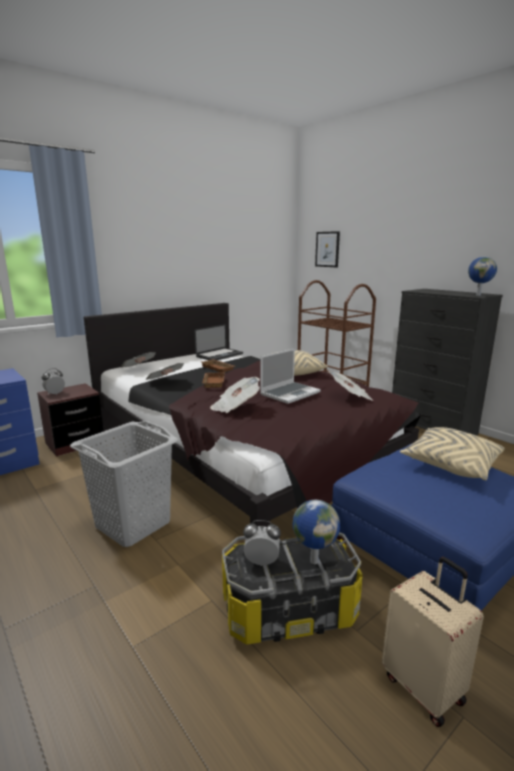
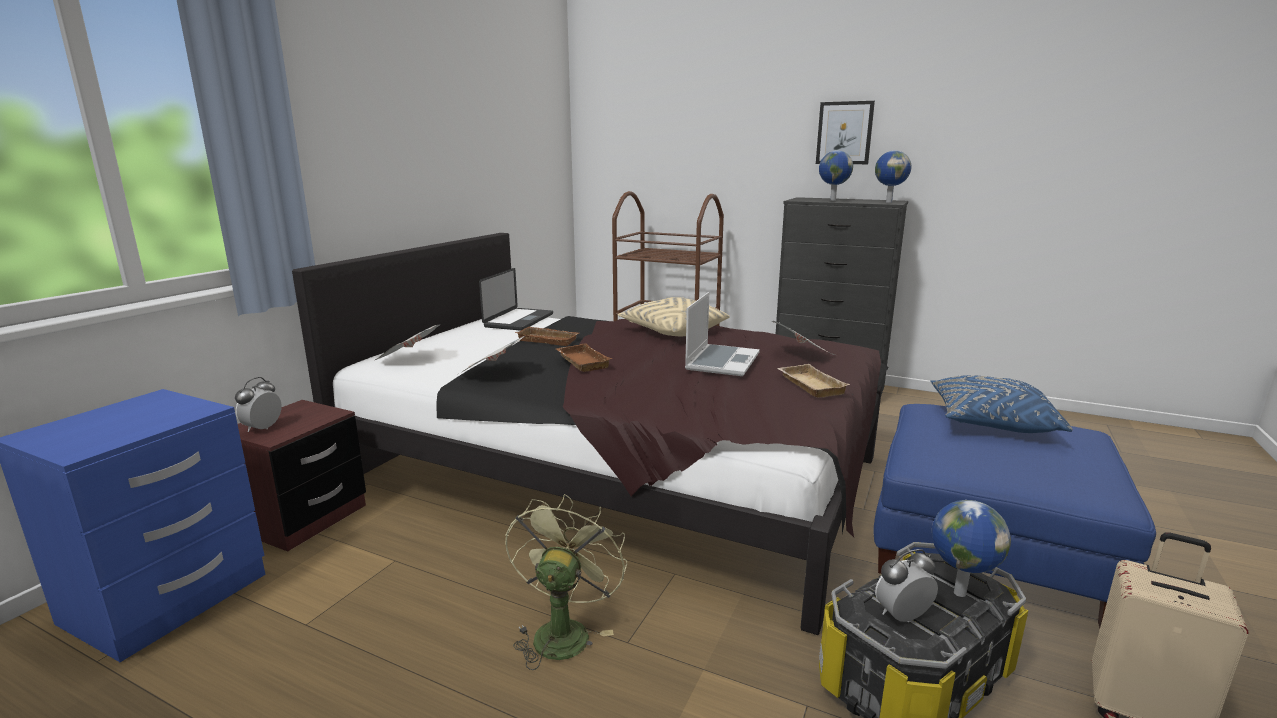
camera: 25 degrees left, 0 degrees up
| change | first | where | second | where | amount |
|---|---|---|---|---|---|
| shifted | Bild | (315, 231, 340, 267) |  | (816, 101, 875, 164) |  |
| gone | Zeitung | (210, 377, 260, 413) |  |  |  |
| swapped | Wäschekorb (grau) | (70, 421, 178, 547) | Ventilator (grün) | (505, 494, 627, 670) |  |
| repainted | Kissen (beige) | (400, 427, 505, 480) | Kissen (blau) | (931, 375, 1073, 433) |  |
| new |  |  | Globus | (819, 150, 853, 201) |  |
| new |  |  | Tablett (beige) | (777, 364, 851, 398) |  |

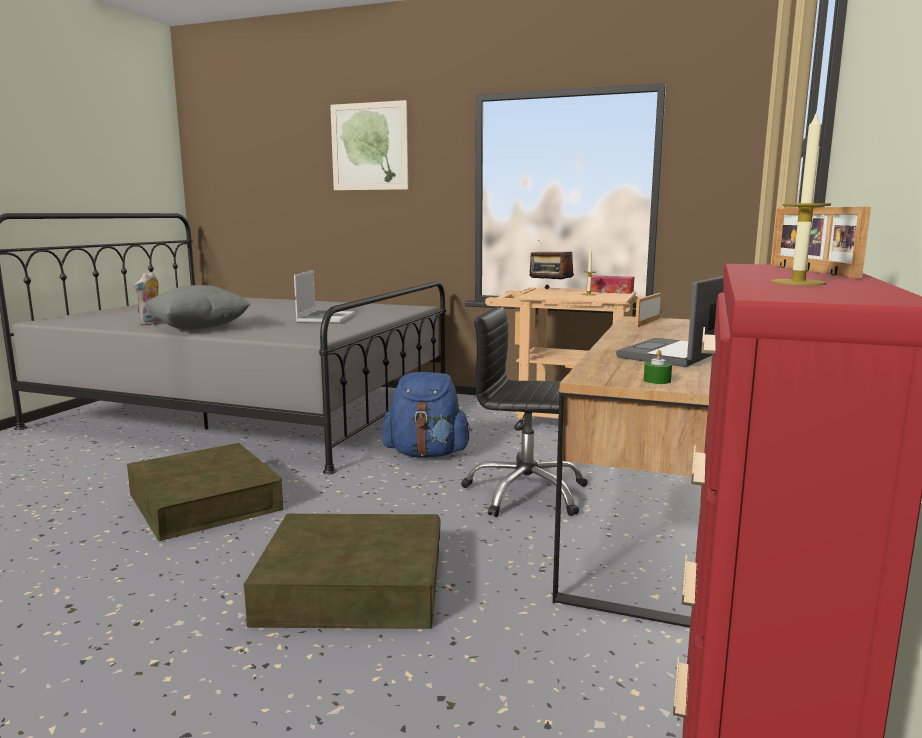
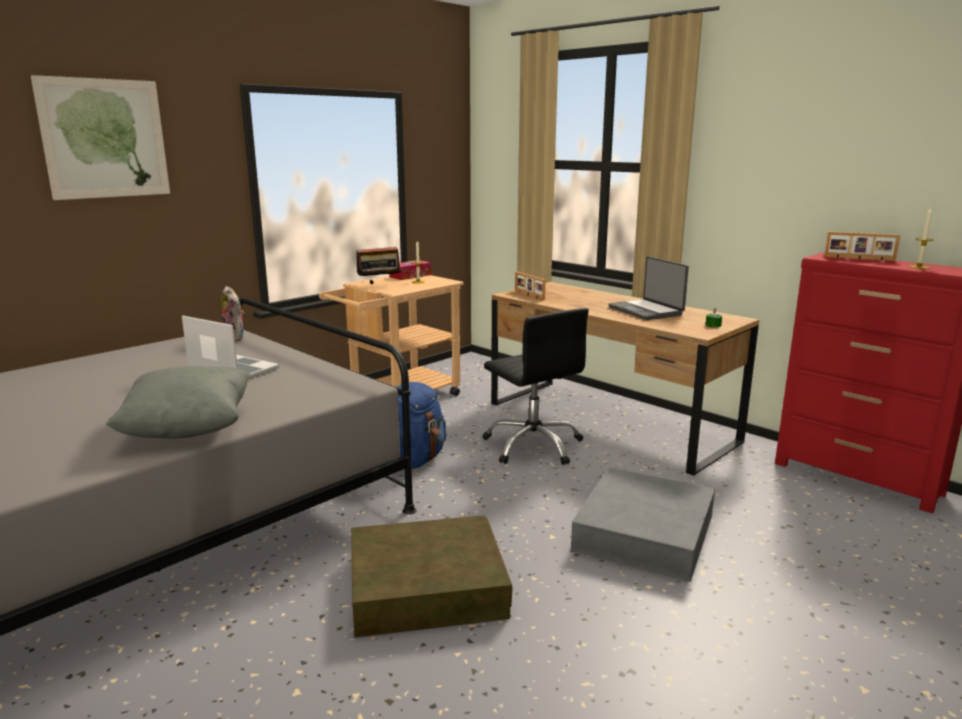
camera: 65 degrees left, 5 degrees up
| change | first | where | second | where | amount |
|---|---|---|---|---|---|
| shifted | Plüschtier | (134, 272, 164, 326) |  | (222, 286, 244, 342) |  |
| rotated | Bürostuhl (schwarz) | (461, 306, 588, 517) |  | (483, 308, 589, 465) | 75 degrees counterclockwise |
| repainted | Aufbewahrungsbox (braun) | (243, 514, 441, 629) | Aufbewahrungsbox (grau) | (571, 468, 715, 582) |  |

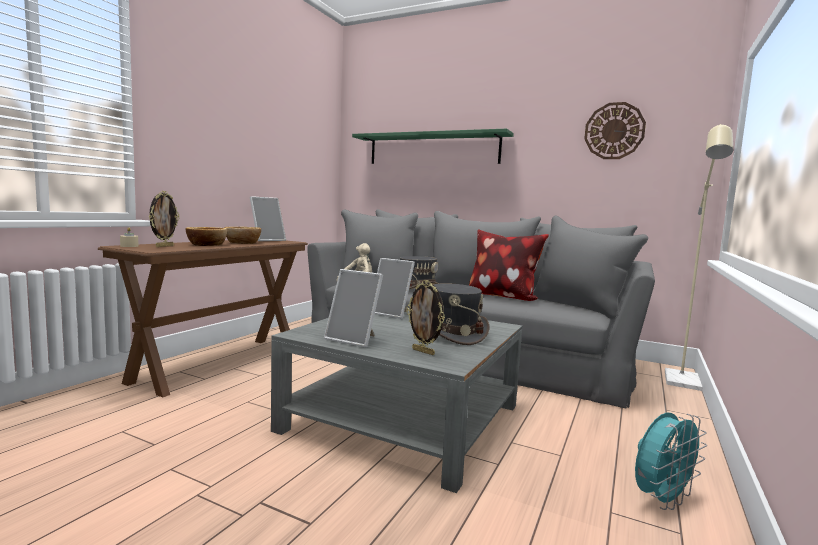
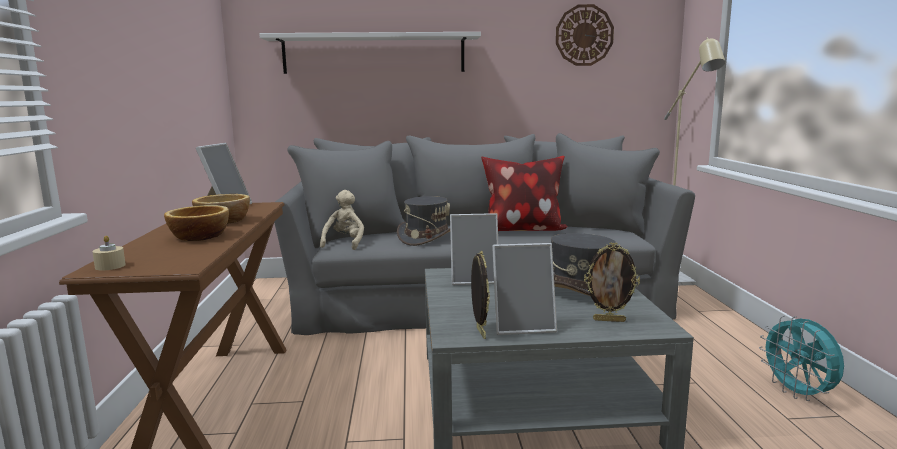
camera: 30 degrees left, 5 degrees up
| change | first | where | second | where | amount |
|---|---|---|---|---|---|
| repainted | Wandregal (grün) | (352, 129, 514, 164) | Wandregal (weiß) | (259, 32, 481, 74) |  |
| shifted | Bilderrahmen | (149, 191, 180, 247) |  | (471, 250, 490, 339) |  |
| rotated | Ventilator (türkis) | (635, 412, 707, 510) |  | (759, 316, 844, 401) | 135 degrees clockwise |

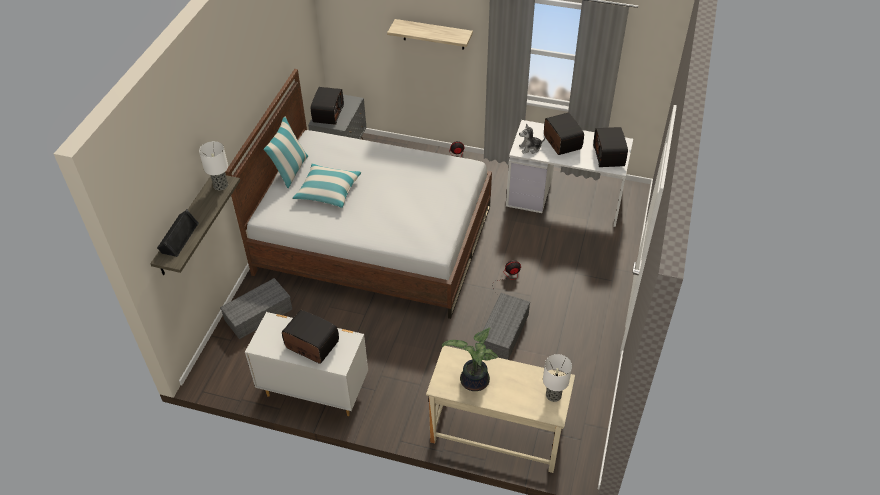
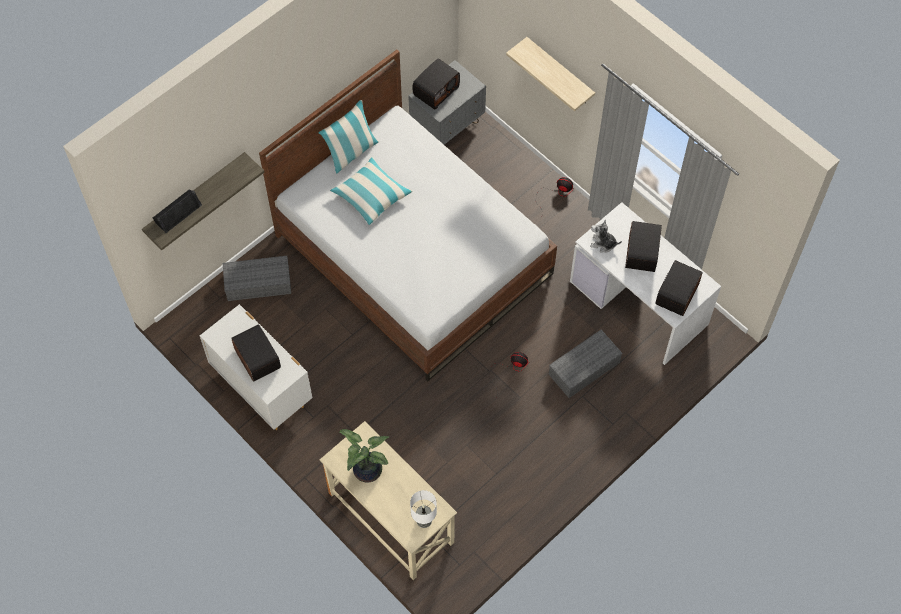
camera: 30 degrees right, 15 degrees up
| change | first | where | second | where | amount |
|---|---|---|---|---|---|
| gone | Tischlampe | (199, 141, 228, 190) |  |  |  |
| shifted | Aufbewahrungsbox (grau) | (479, 293, 530, 360) |  | (549, 330, 622, 398) |  |

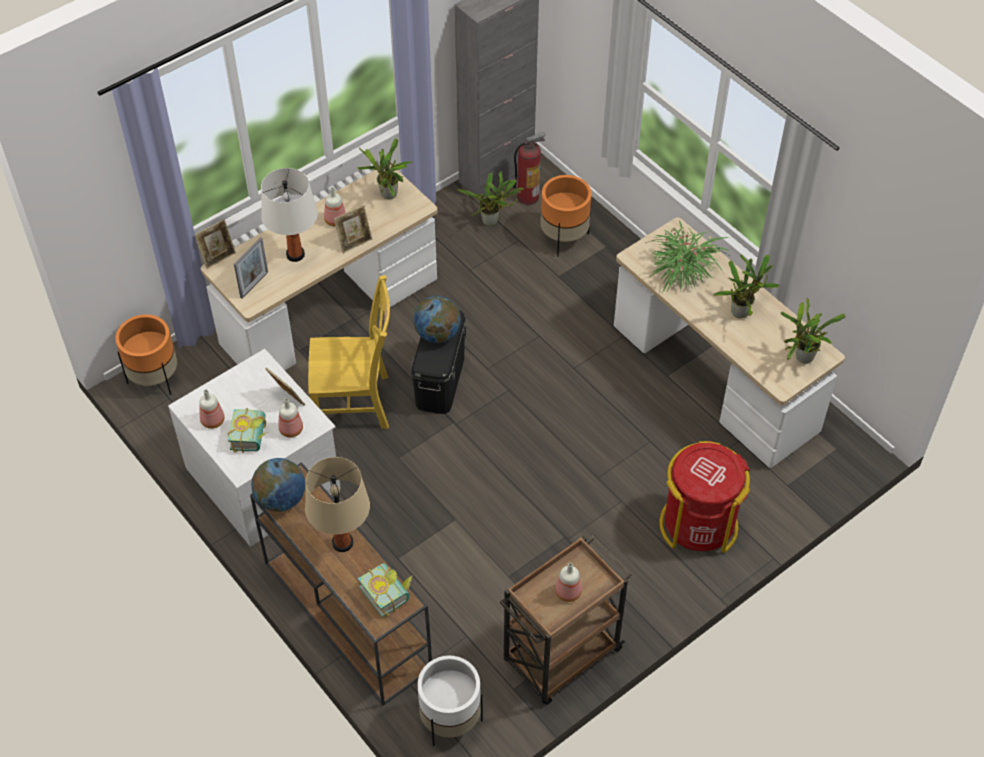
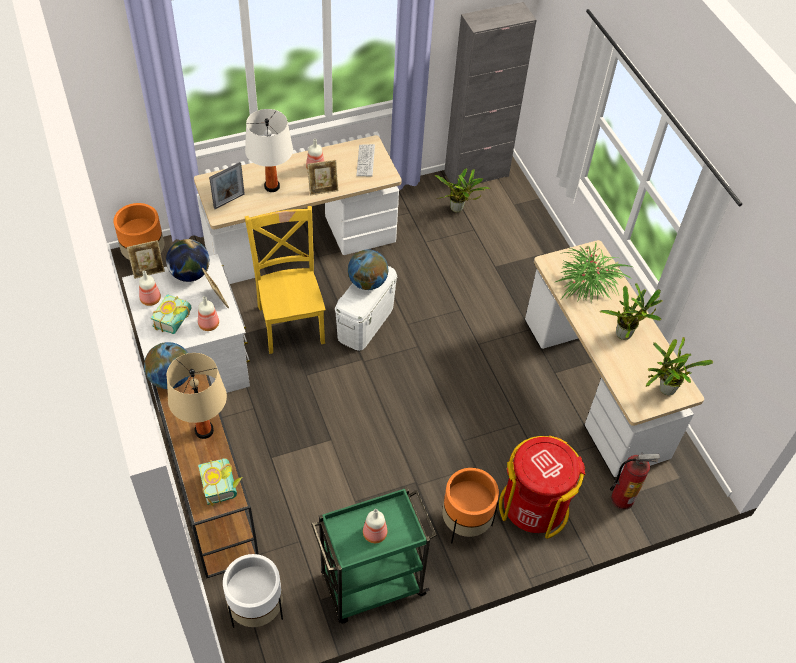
camera: 15 degrees right, 0 degrees up
| change | first | where | second | where | amount |
|---|---|---|---|---|---|
| shifted | Feuerlöscher | (513, 132, 545, 205) |  | (610, 452, 660, 510) |  |
| swapped | Topfpflanze | (358, 138, 412, 199) | Tastatur | (356, 144, 375, 176) |  |
| shifted | Pflanzkübel (orange) | (540, 175, 591, 257) |  | (442, 468, 499, 543) |  |
| shifted | Bilderrahmen | (194, 219, 236, 269) |  | (127, 240, 165, 279) |  |
| rotated | Stuhl (gelb) | (308, 275, 390, 429) |  | (245, 206, 326, 354) | 120 degrees counterclockwise |
| repainted | Aufbewahrungsbox (schwarz) | (411, 310, 466, 414) | Aufbewahrungsbox (weiß) | (335, 266, 398, 351) |  |
| repainted | Rollwagen (braun) | (499, 535, 632, 705) | Rollwagen (grün) | (311, 487, 437, 623) |  |
| new |  |  | Globus | (166, 239, 210, 282) |  |

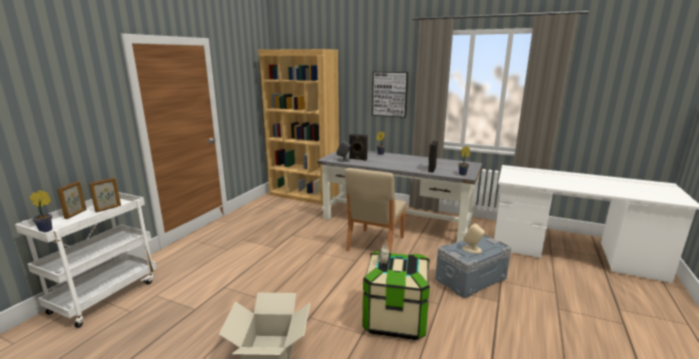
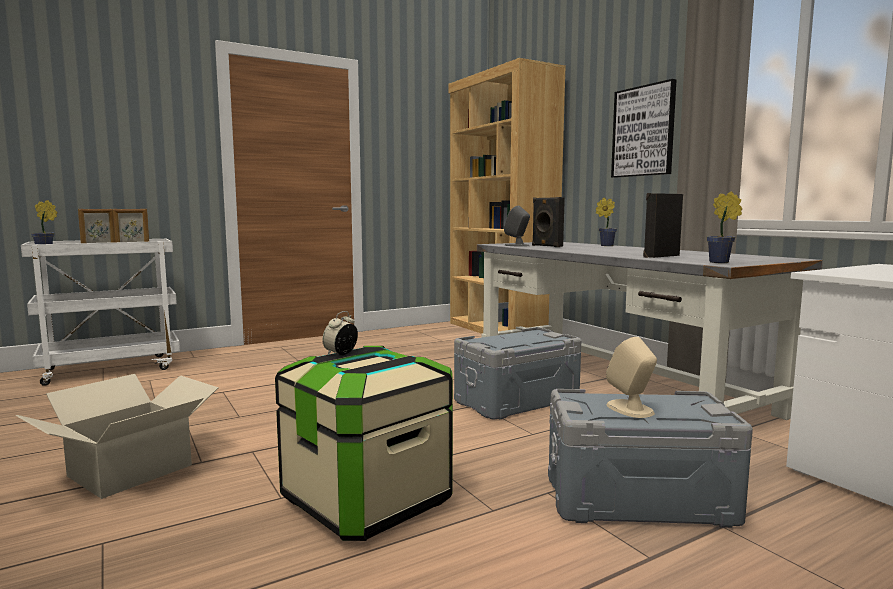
camera: 35 degrees right, 10 degrees down
| change | first | where | second | where | amount |
|---|---|---|---|---|---|
| swapped | Stuhl (beige) | (345, 168, 406, 253) | Aufbewahrungsbox (grau) | (454, 327, 581, 420) |  |

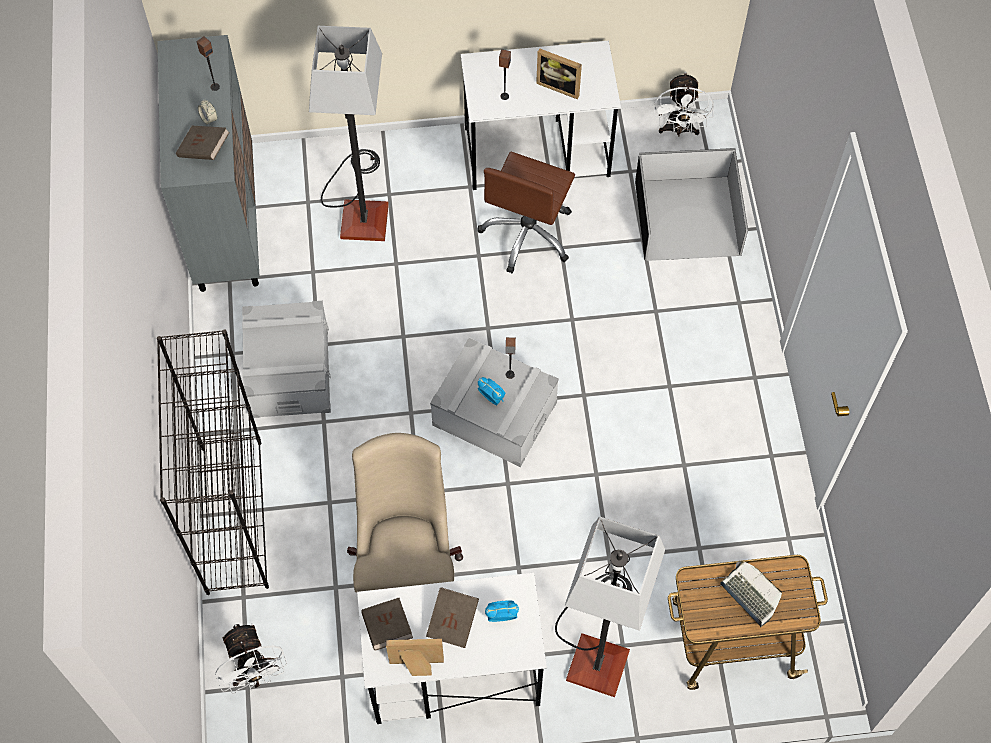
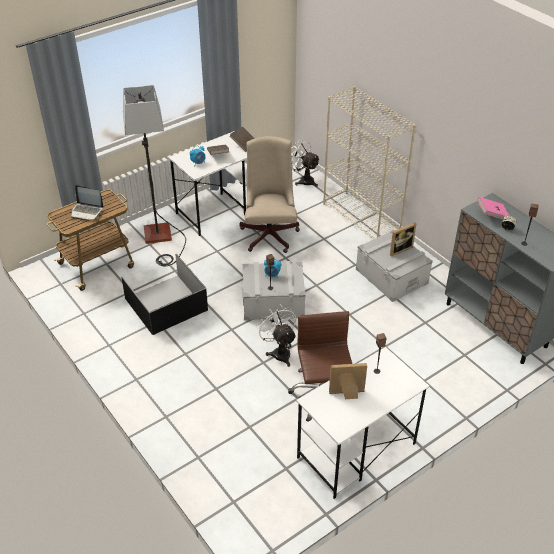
camera: 150 degrees right, 20 degrees down
| change | first | where | second | where | amount |
|---|---|---|---|---|---|
| gone | Stehlampe | (309, 26, 389, 241) |  |  |  |
| shifted | Ventilator (weiß) | (654, 72, 714, 137) |  | (257, 305, 296, 367) |  |
| repainted | Buch (braun) | (176, 126, 230, 160) | Buch (rosa) | (477, 197, 509, 219) |  |
| shifted | Aufbewahrungsbox (schwarz) | (635, 148, 748, 261) |  | (121, 254, 208, 335) |  |
| repainted | Bücherregal (schwarz) | (157, 330, 269, 595) | Bücherregal (beige) | (323, 86, 416, 239) |  |
| rotated | Bürostuhl (beige) | (347, 433, 463, 593) |  | (240, 136, 300, 253) | 150 degrees counterclockwise |
| shifted | Bilderrahmen | (386, 639, 444, 676) |  | (390, 222, 416, 257) |  |

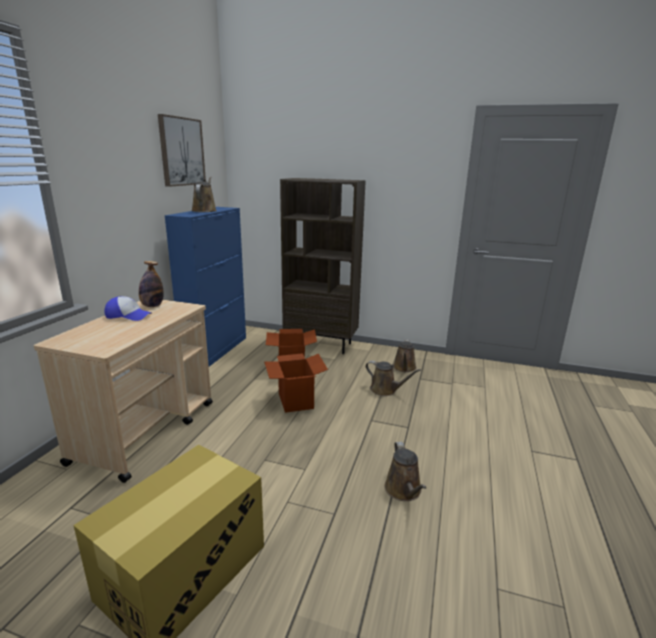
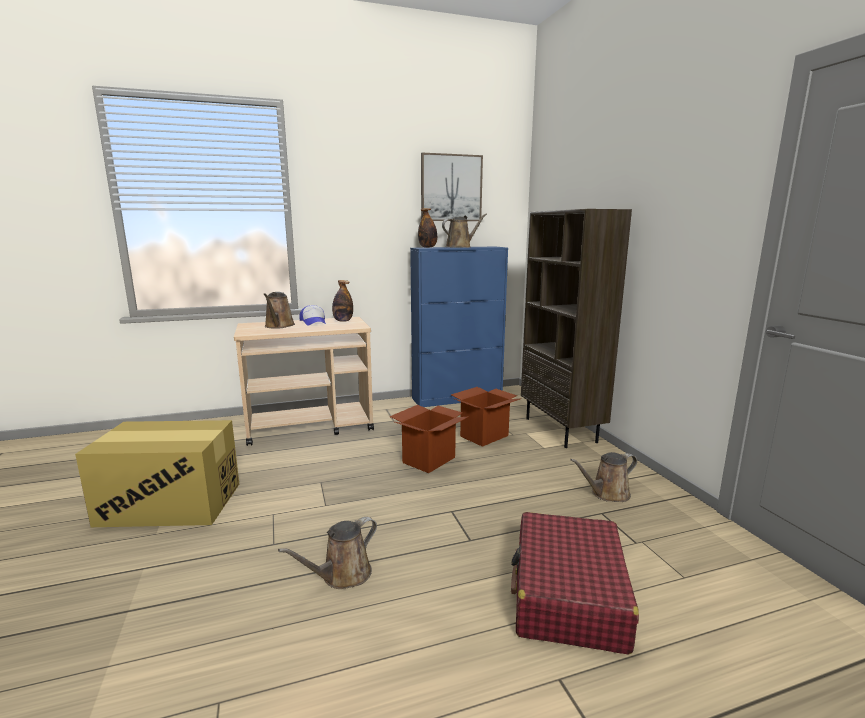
camera: 55 degrees right, 5 degrees down
| change | first | where | second | where | amount |
|---|---|---|---|---|---|
| shifted | Gießkanne (braun) | (366, 361, 421, 396) |  | (264, 292, 295, 329) |  |
| new |  |  | Flasche | (418, 208, 437, 248) |  |
| new |  |  | Koffer (rot) | (511, 512, 639, 654) |  |

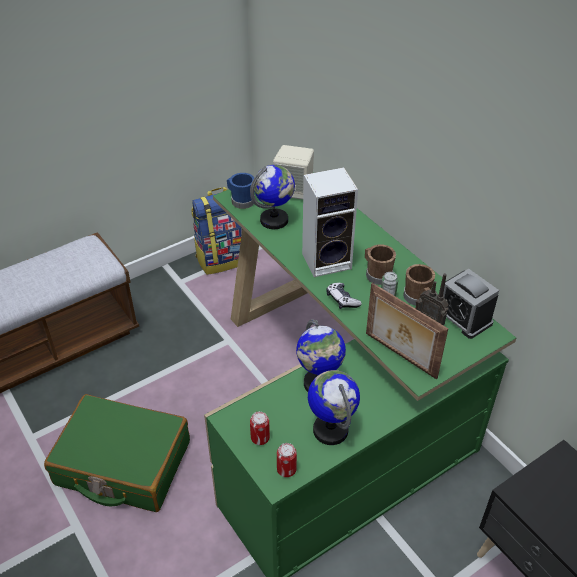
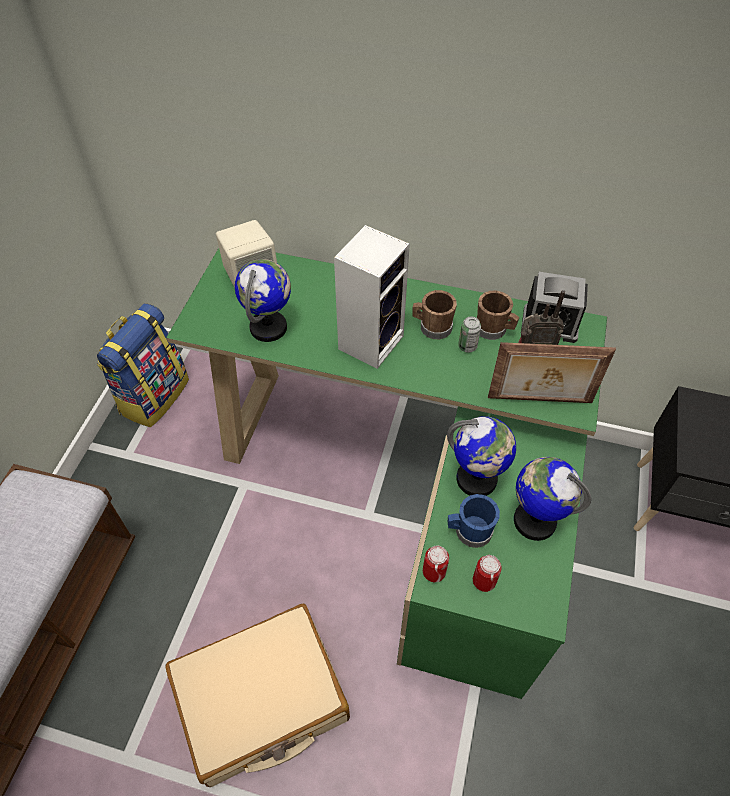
camera: 40 degrees left, 10 degrees up
| change | first | where | second | where | amount |
|---|---|---|---|---|---|
| shifted | Henkelbecher (blau) | (227, 173, 255, 209) |  | (448, 494, 500, 548) |  |
| gone | Gamepad | (326, 283, 362, 309) |  |  |  |
| repainted | Koffer (grün) | (44, 394, 190, 512) | Koffer (beige) | (165, 604, 350, 787) |  |
| shifted | Dose | (277, 443, 297, 477) |  | (423, 545, 449, 582) |  |

